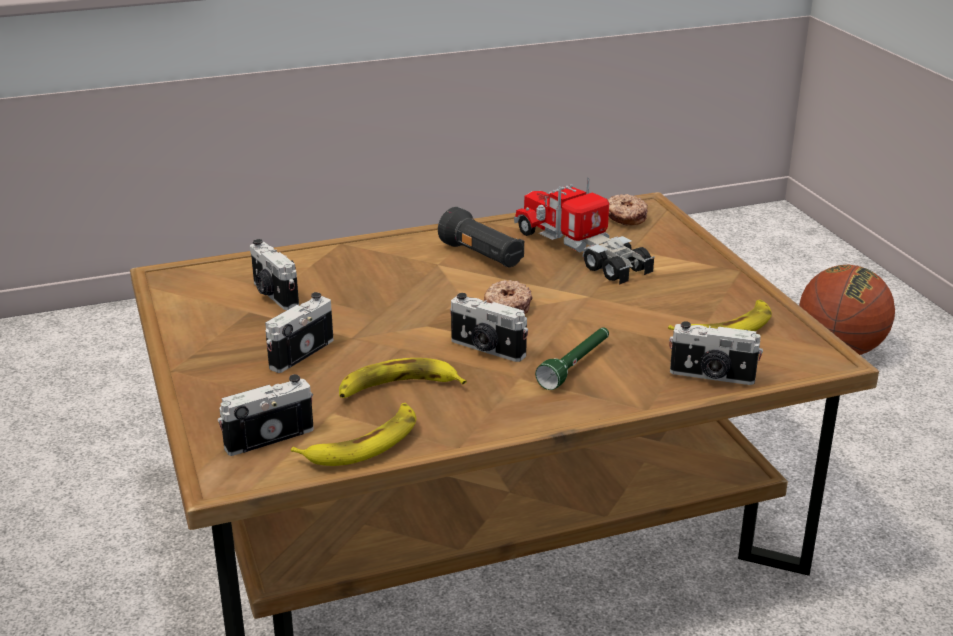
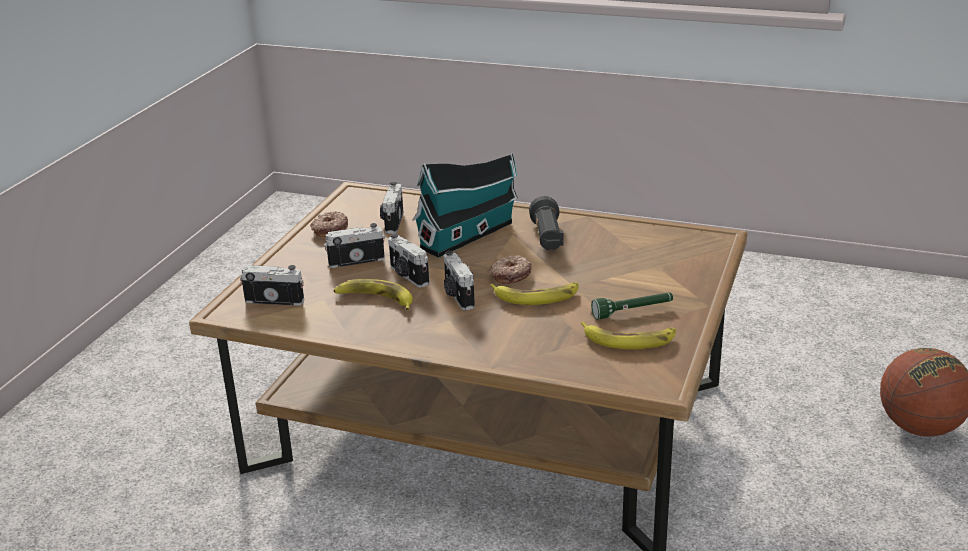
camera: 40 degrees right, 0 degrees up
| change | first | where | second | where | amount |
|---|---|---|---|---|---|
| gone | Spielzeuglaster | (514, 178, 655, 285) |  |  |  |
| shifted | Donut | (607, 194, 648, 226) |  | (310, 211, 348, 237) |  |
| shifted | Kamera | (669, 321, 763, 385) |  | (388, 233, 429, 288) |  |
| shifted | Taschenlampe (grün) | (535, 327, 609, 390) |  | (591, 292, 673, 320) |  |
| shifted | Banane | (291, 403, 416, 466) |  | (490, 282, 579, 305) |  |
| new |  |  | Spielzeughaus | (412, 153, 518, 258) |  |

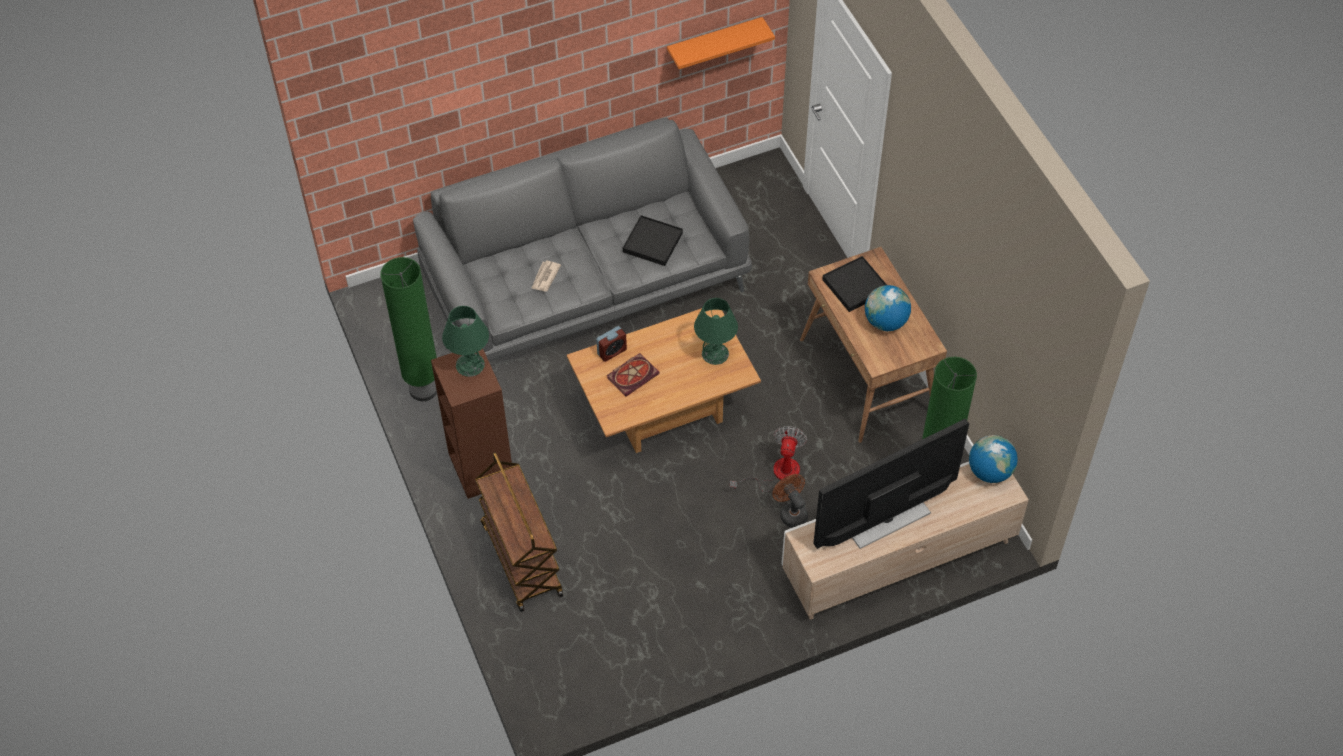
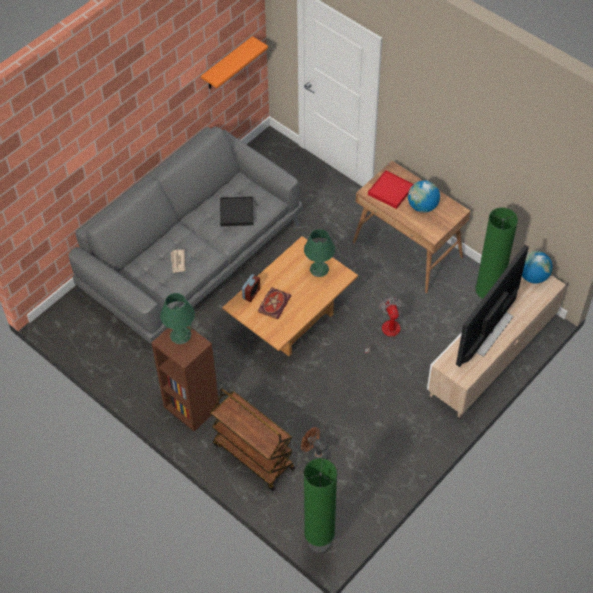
camera: 25 degrees left, 0 degrees up
| change | first | where | second | where | amount |
|---|---|---|---|---|---|
| repainted | Tablett (schwarz) | (822, 256, 887, 312) | Tablett (rot) | (368, 170, 413, 209) |  |
| shifted | Stehlampe (grün) | (380, 257, 437, 401) |  | (304, 458, 337, 554) |  |
| shifted | Ventilator (braun) | (772, 474, 808, 528) |  | (301, 427, 329, 461) |  |

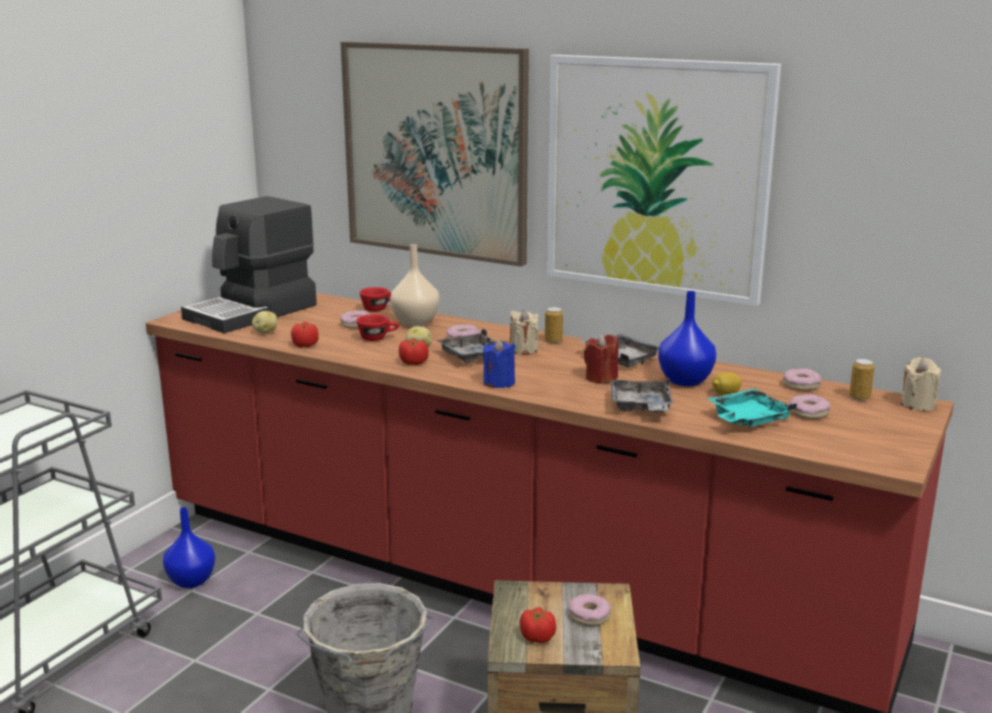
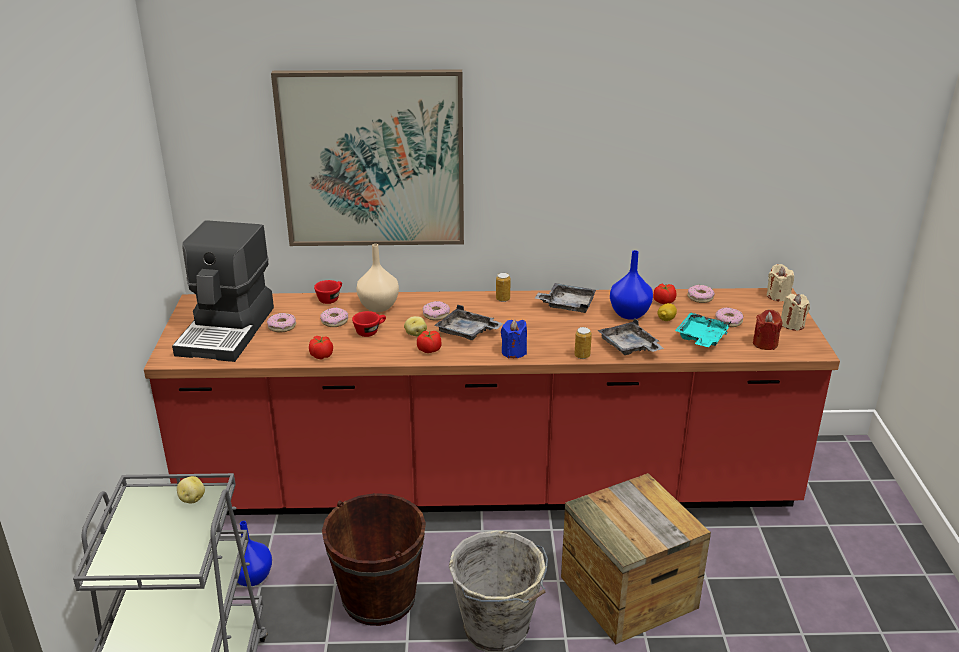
camera: 30 degrees left, 10 degrees up
| change | first | where | second | where | amount |
|---|---|---|---|---|---|
| gone | Bild | (547, 55, 781, 306) |  |  |  |
| shifted | Kerze (beige) | (510, 309, 539, 355) |  | (781, 294, 810, 331) |  |
| shifted | Kartoffel | (252, 311, 277, 334) |  | (177, 476, 205, 503) |  |
| shifted | Kerze (rot) | (584, 334, 619, 384) |  | (753, 310, 782, 350) |  |
| shifted | Dose | (849, 359, 875, 401) |  | (575, 327, 592, 359) |  |
| shifted | Donut | (568, 594, 611, 626) |  | (267, 313, 296, 333) |  |
| shifted | Tomate | (520, 607, 556, 643) |  | (653, 284, 676, 304) |  |
| new |  |  | Eimer (braun) | (322, 493, 426, 626) |  |

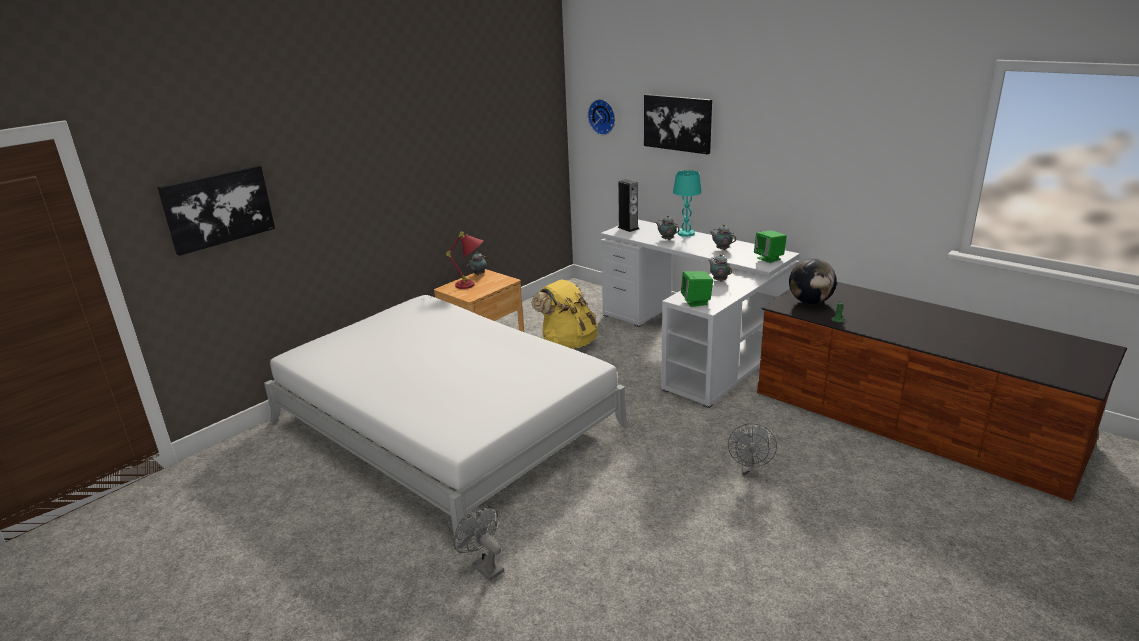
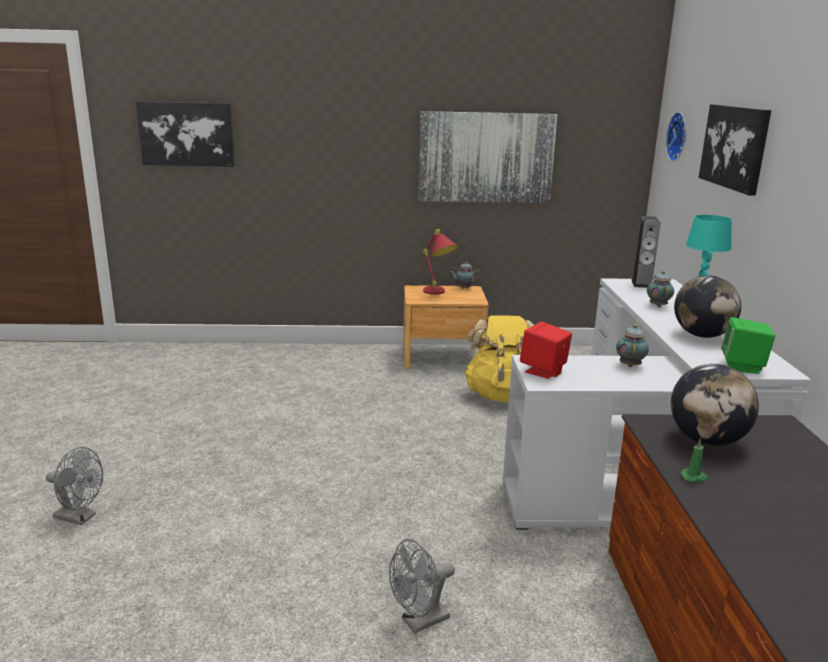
camera: 45 degrees right, 5 degrees down
| change | first | where | second | where | amount |
|---|---|---|---|---|---|
| swapped | Teekanne | (710, 224, 736, 250) | Globus | (674, 275, 741, 338) |  |
| repainted | Lautsprecher (grün) | (681, 271, 713, 307) | Lautsprecher (rot) | (520, 322, 572, 379) |  |
| gone | Bett (weiß) | (264, 295, 629, 547) |  |  |  |
| rotated | Ventilator (grau) | (454, 506, 504, 581) |  | (46, 447, 103, 525) | 105 degrees clockwise |
| new |  |  | Bild | (419, 111, 557, 203) |  |

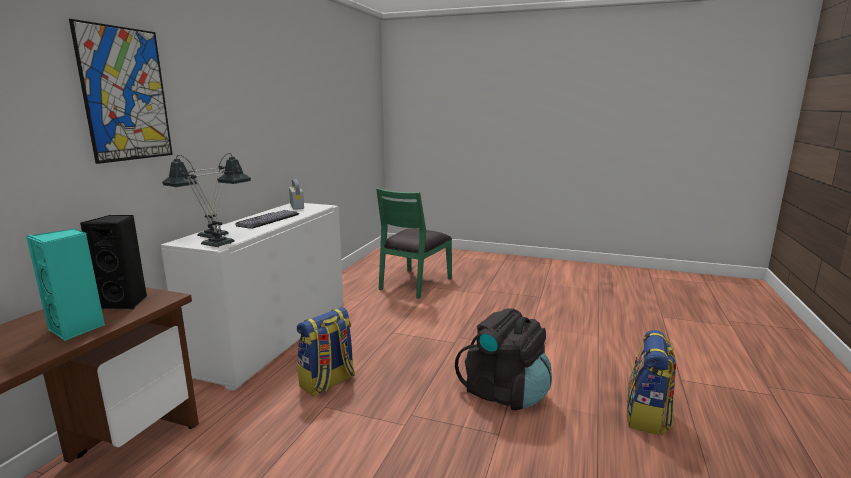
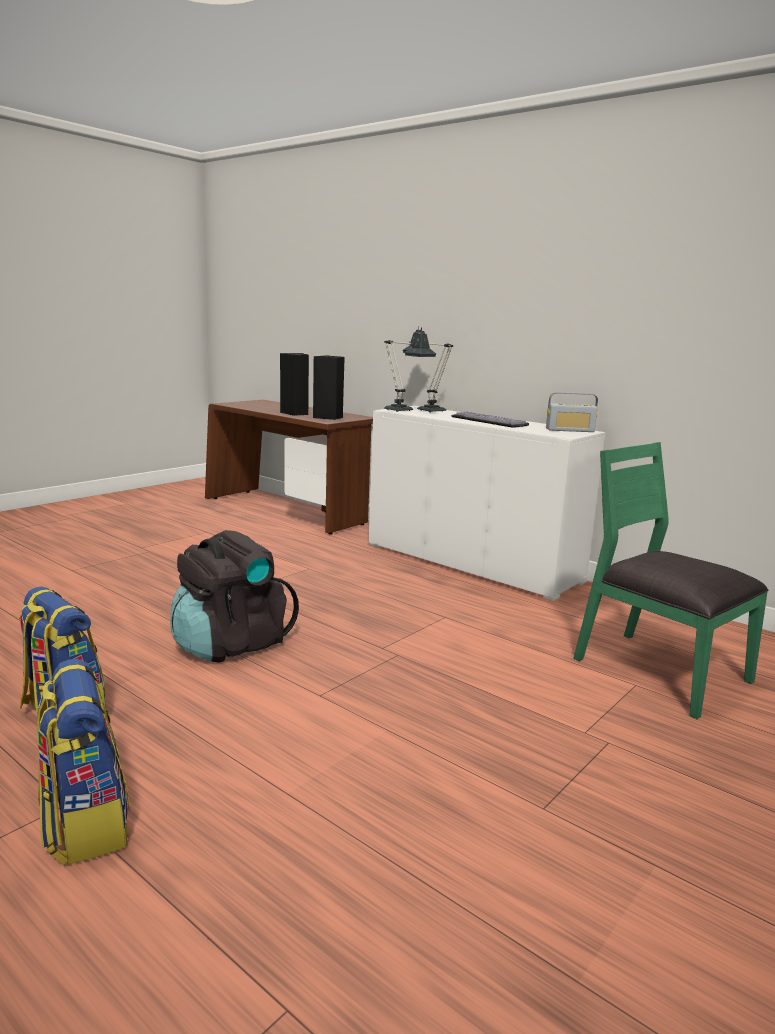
camera: 110 degrees right, 0 degrees up
| change | first | where | second | where | amount |
|---|---|---|---|---|---|
| gone | Bild | (69, 19, 173, 164) |  |  |  |
| repainted | Lautsprecher (türkis) | (26, 229, 105, 341) | Lautsprecher (schwarz) | (280, 353, 309, 416) |  |
| shifted | Rucksack | (297, 307, 355, 396) |  | (37, 659, 130, 866) |  |

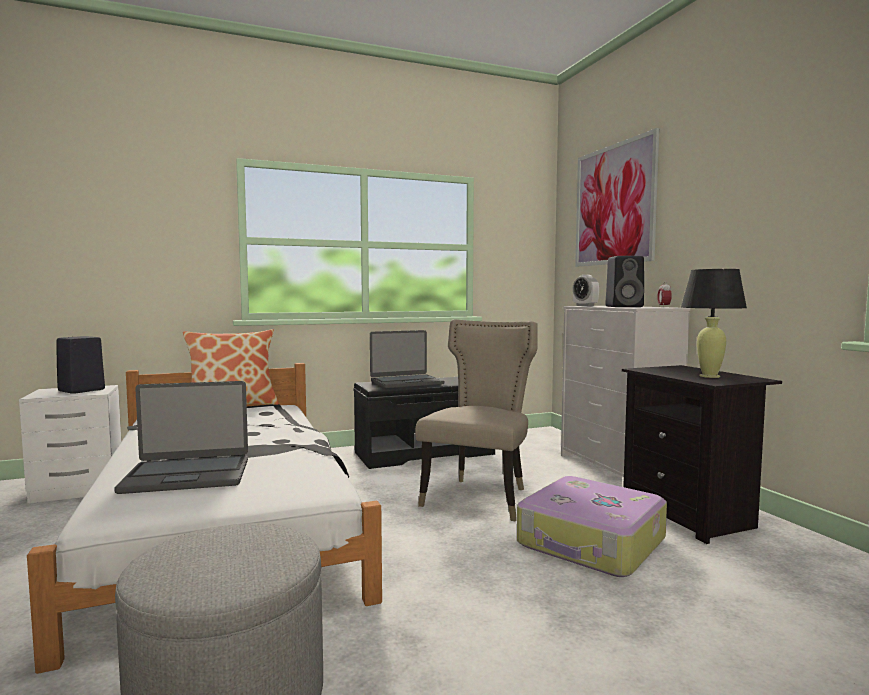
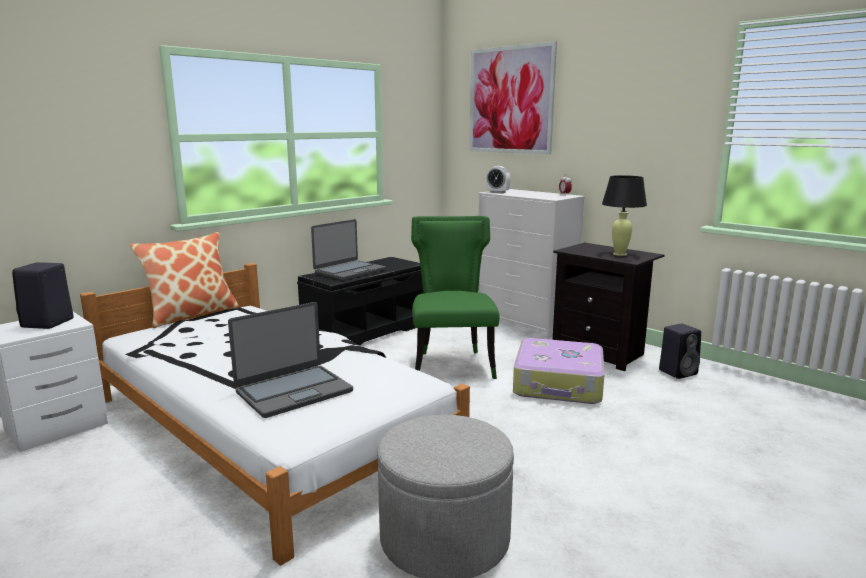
camera: 25 degrees left, 10 degrees up
| change | first | where | second | where | amount |
|---|---|---|---|---|---|
| shifted | Lautsprecher (schwarz) | (605, 256, 644, 307) |  | (659, 324, 701, 379) |  |
| repainted | Stuhl (beige) | (415, 319, 538, 521) | Stuhl (grün) | (411, 216, 499, 379) |  |

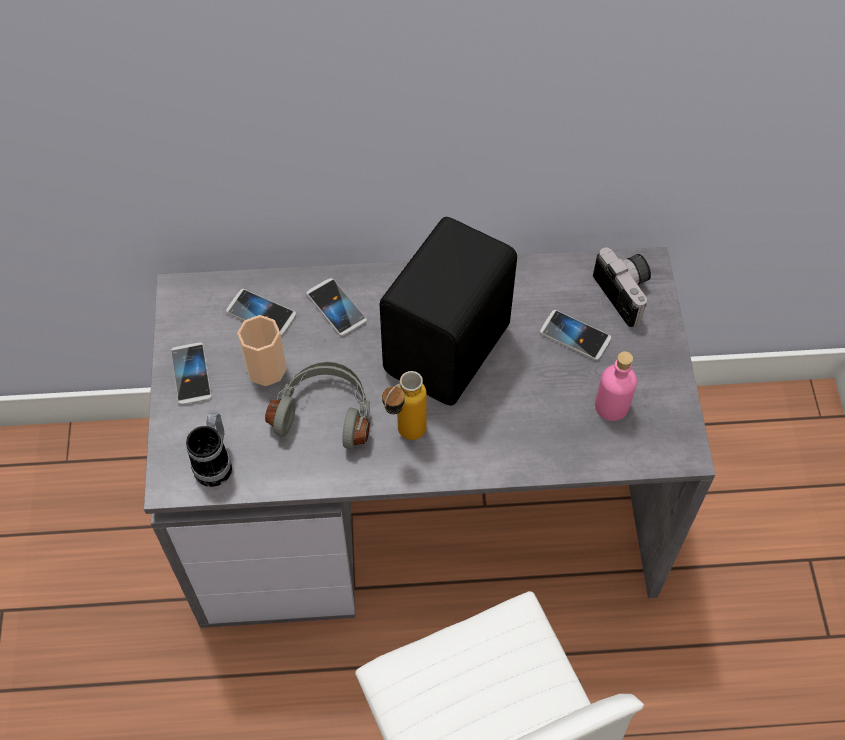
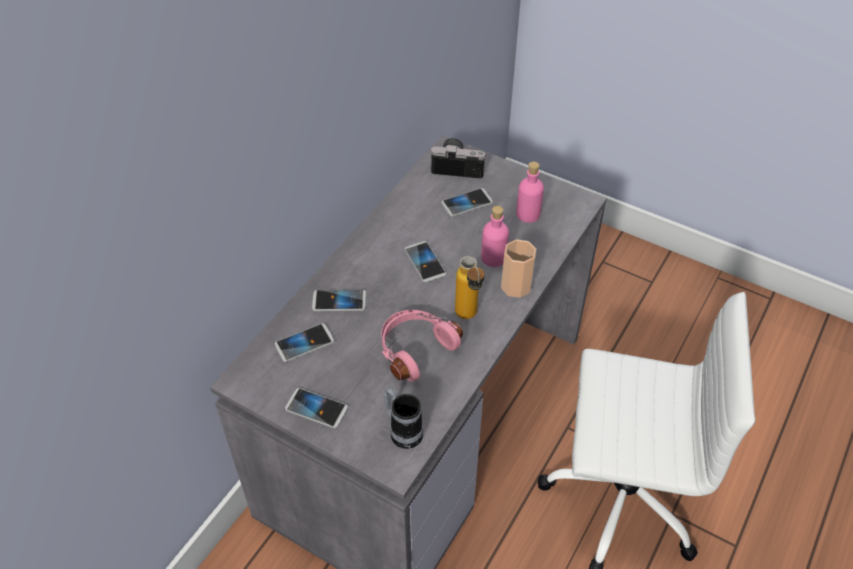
camera: 55 degrees left, 10 degrees down
| change | first | where | second | where | amount |
|---|---|---|---|---|---|
| swapped | Lautsprecher (schwarz) | (380, 217, 517, 406) | Handy | (405, 241, 447, 282) |  |
| shifted | Tasse | (237, 315, 287, 386) |  | (501, 239, 536, 298) |  |
| repainted | Kopfhörer (grau) | (265, 361, 370, 450) | Kopfhörer (rosa) | (381, 310, 463, 382) |  |
| new |  |  | Flasche (rosa) | (481, 206, 509, 267) |  |

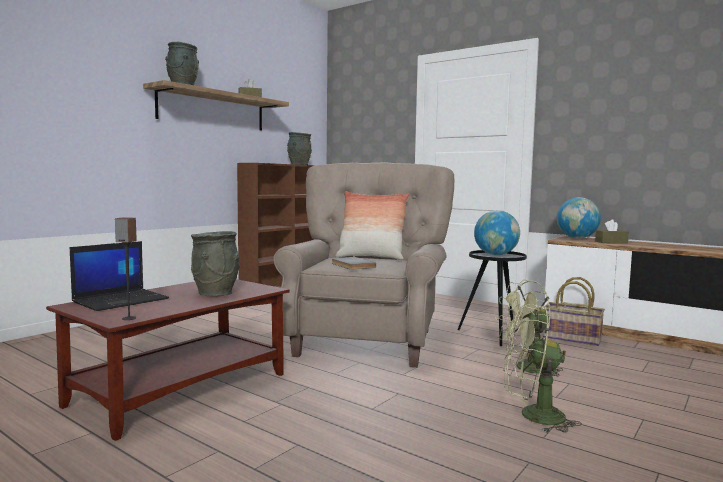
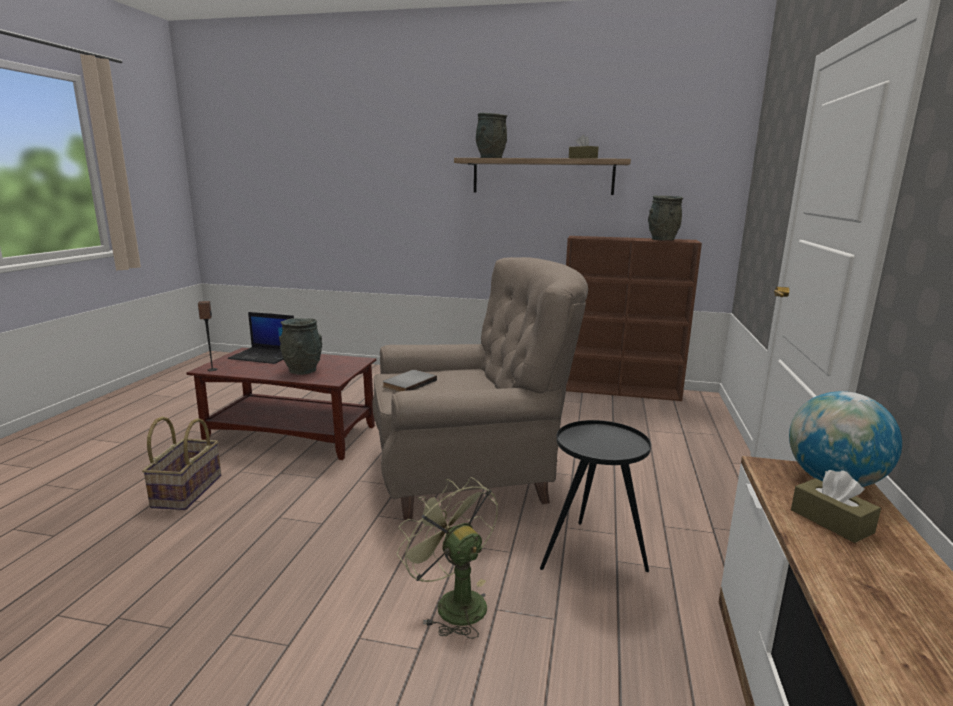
camera: 65 degrees right, 10 degrees up
| change | first | where | second | where | amount |
|---|---|---|---|---|---|
| gone | Kissen | (336, 191, 409, 260) |  |  |  |
| gone | Globus | (474, 210, 520, 255) |  |  |  |
| shifted | Korb | (543, 277, 605, 346) |  | (142, 416, 221, 510) |  |
| gone | Ventilator (grün) | (504, 304, 582, 433) |  |  |  |

